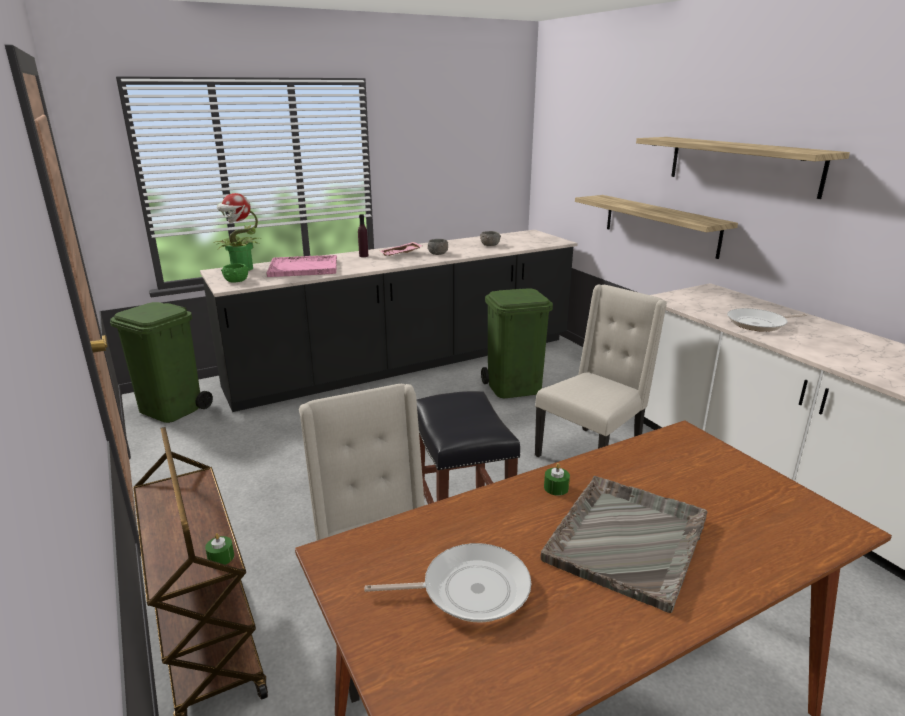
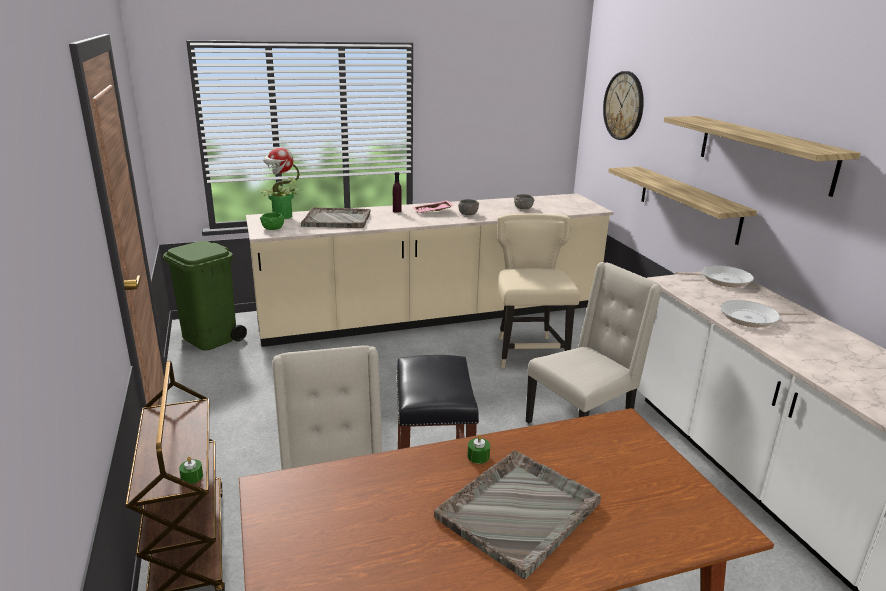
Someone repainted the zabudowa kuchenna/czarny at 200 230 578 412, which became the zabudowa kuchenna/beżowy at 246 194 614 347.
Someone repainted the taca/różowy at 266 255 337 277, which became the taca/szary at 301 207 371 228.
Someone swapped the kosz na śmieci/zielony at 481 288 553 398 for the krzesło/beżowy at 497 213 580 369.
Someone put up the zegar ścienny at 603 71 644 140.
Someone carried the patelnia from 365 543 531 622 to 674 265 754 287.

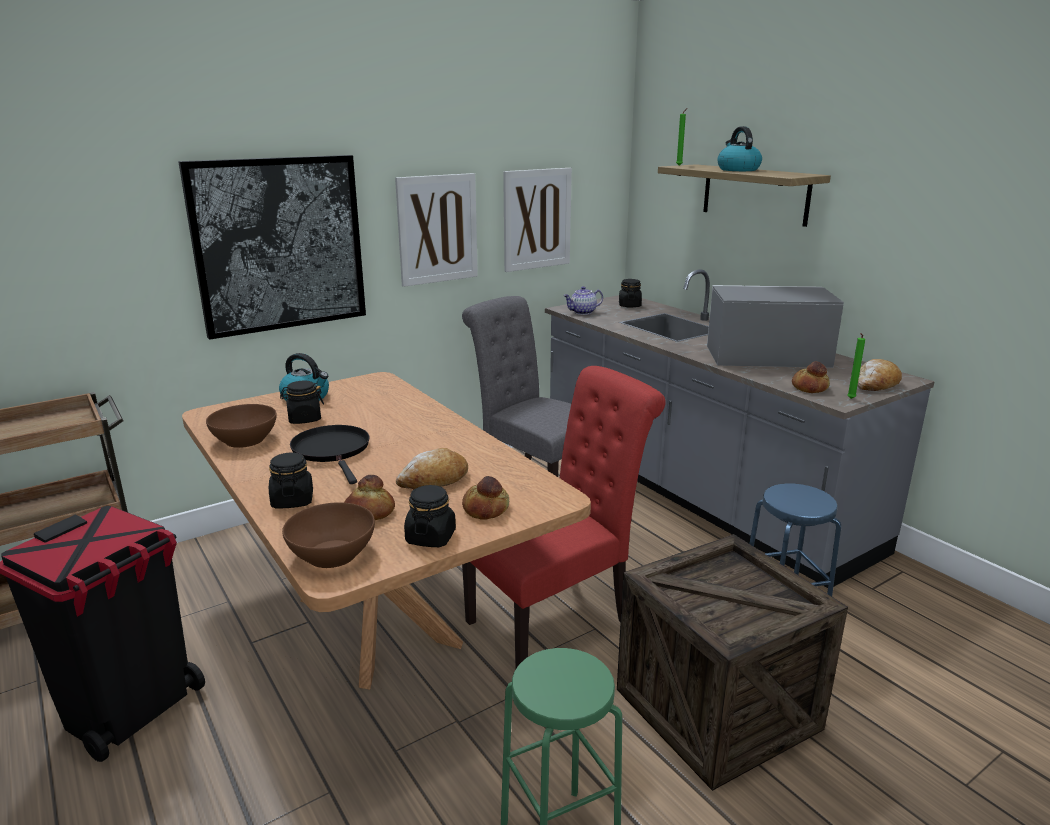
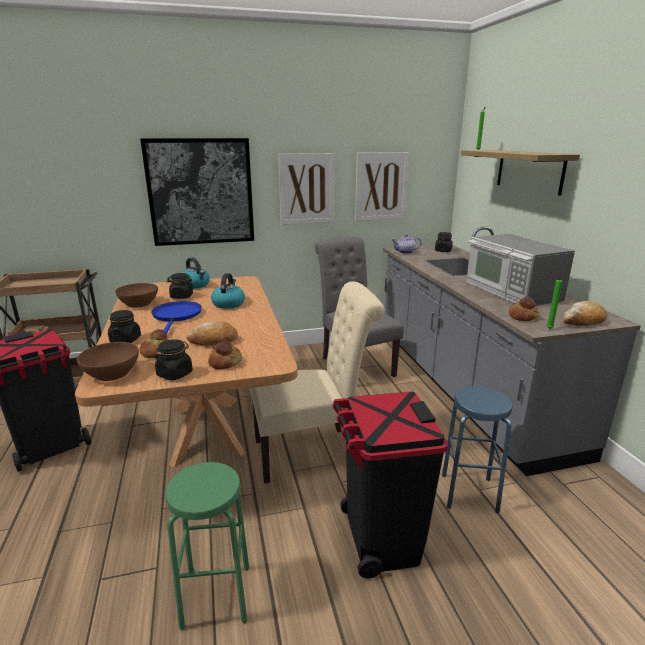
Someone repainted the patelnia/czarny at 290 425 369 484, which became the patelnia/niebieski at 151 301 202 333.
Someone carried the czajnik from 717 126 762 171 to 211 273 245 309.
Someone repainted the krzesło/czerwony at 462 366 666 668, which became the krzesło/beżowy at 250 281 384 484.
Someone swapped the skrzynka at 617 534 848 791 for the kosz na śmieci/czarny at 332 392 448 579.
Someone rotated the mikrofalówka at 707 285 844 368 by 135 degrees counterclockwise.

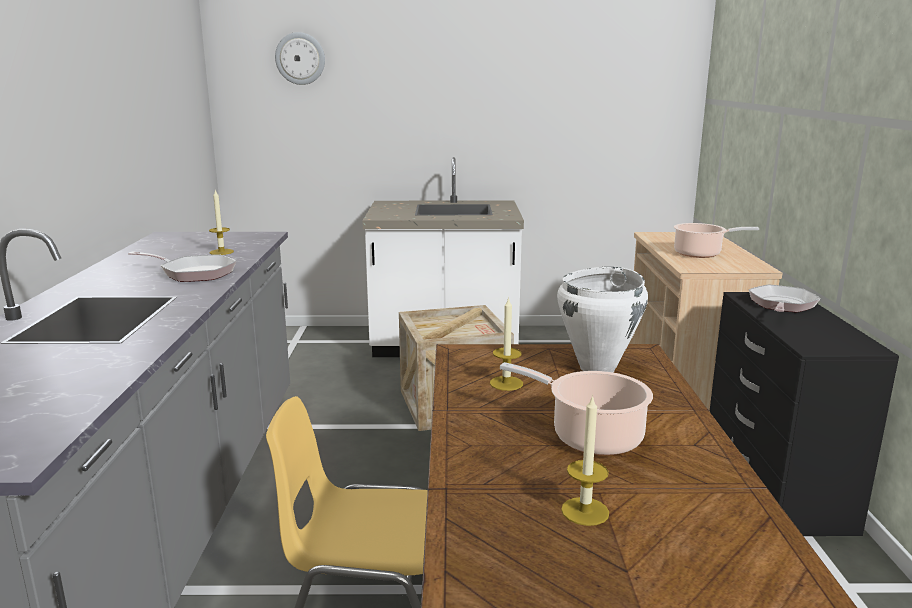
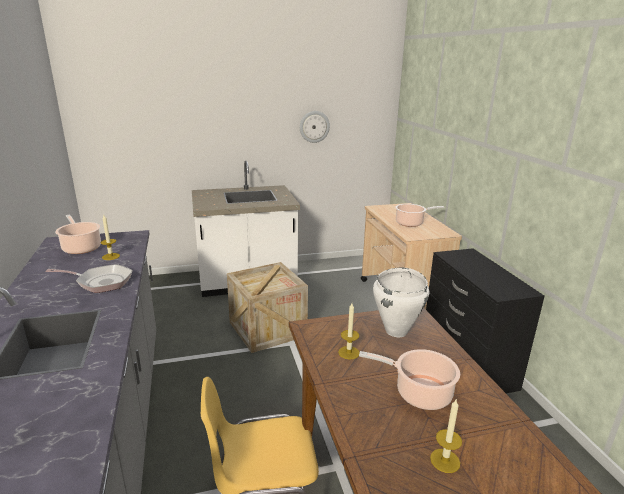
Someone put down the garnek at 55 214 101 254.
Someone carried the zegar ścienny from 275 32 325 85 to 300 111 330 143.
Someone took away the patelnia at 749 284 821 313.

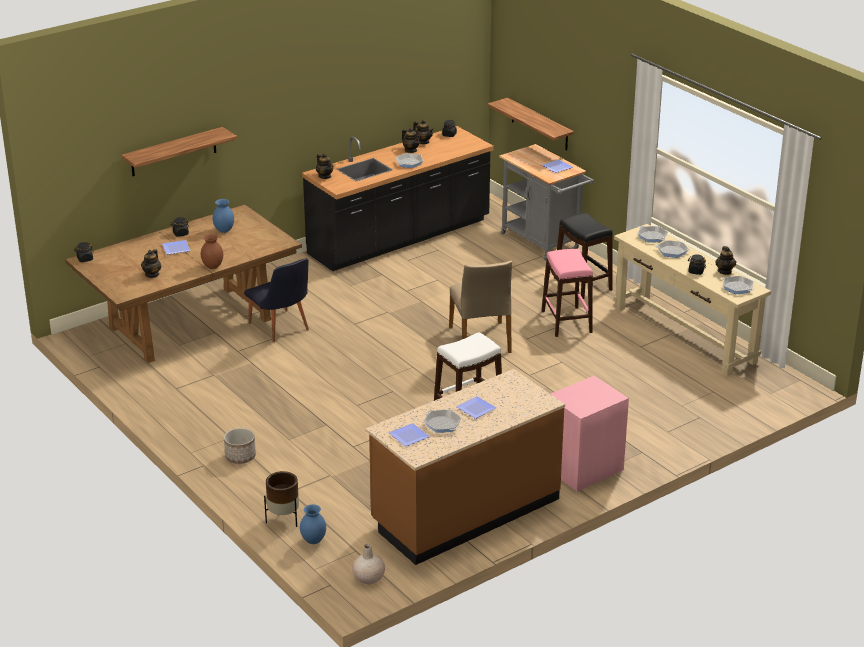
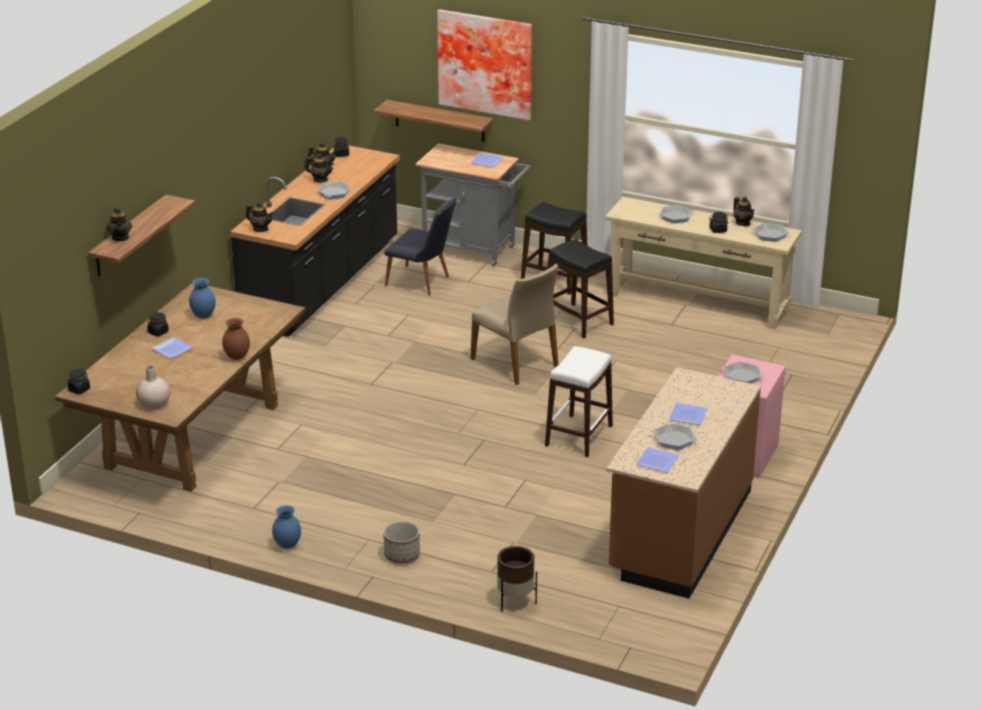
Someone carried the imbryk from 141 249 161 278 to 106 207 132 241.
Someone carried the wazon/beżowy from 352 544 385 584 to 136 366 171 409.
Someone carried the wazon/niebieski from 300 504 326 544 to 272 505 301 549.
Someone carried the krzesło/czarny from 244 259 309 342 to 384 198 457 296.
Someone put up the obraz at 437 9 532 120.
Someone repainted the stołek/różowy at 542 249 593 337, which became the stołek/czarny at 547 239 614 338.
Someone carried the patelnia from 637 226 668 243 to 722 362 764 383.

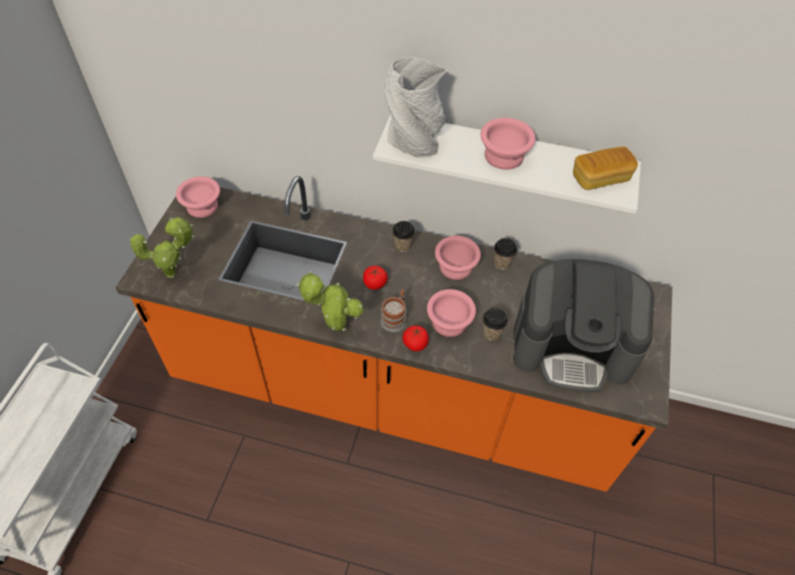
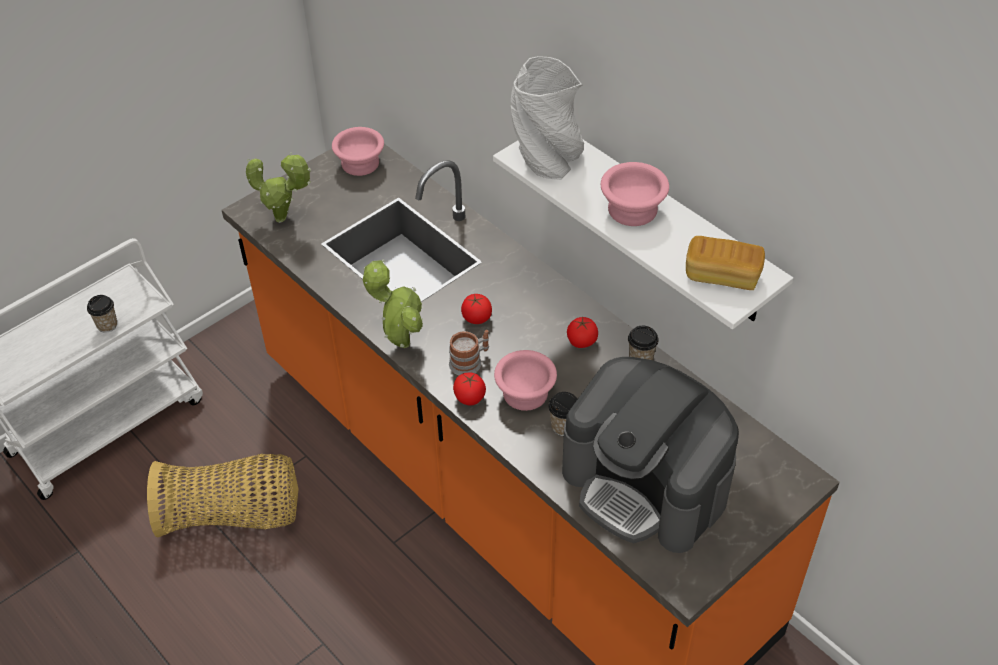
Someone carried the filiżanka from 392 221 415 253 to 87 295 117 333.
Someone put down the koszyk at 147 454 299 537.
Someone swapped the miska/różowy at 435 236 481 280 for the pomidor at 567 317 598 348.

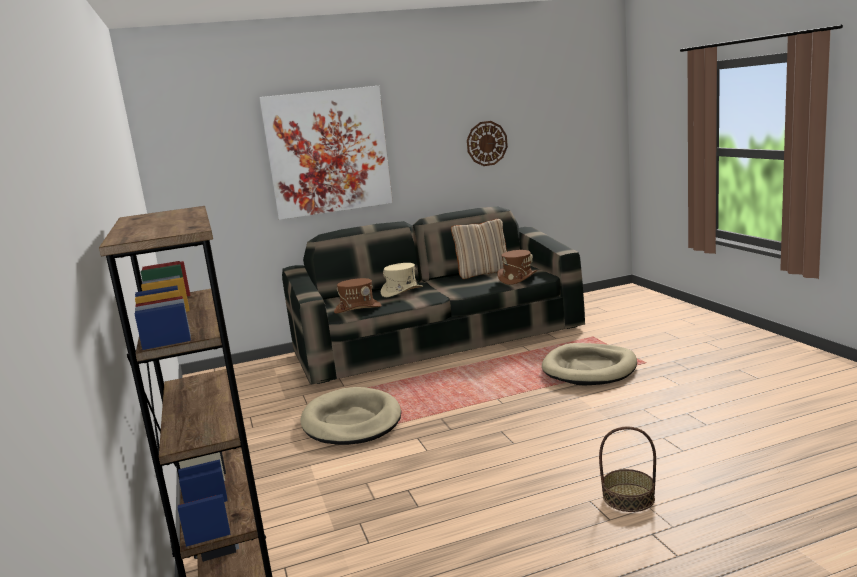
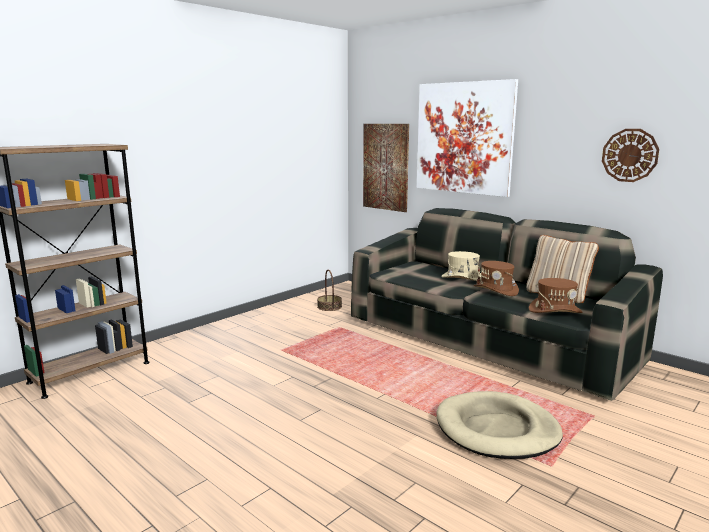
Someone carried the koszyk from 599 427 656 512 to 317 269 342 311.
Someone put up the obraz at 363 124 409 212.
Someone carried the kapelusz/brązowy from 334 278 382 314 to 474 261 519 296.
Someone took away the legowisko/beżowy at 300 387 401 445.

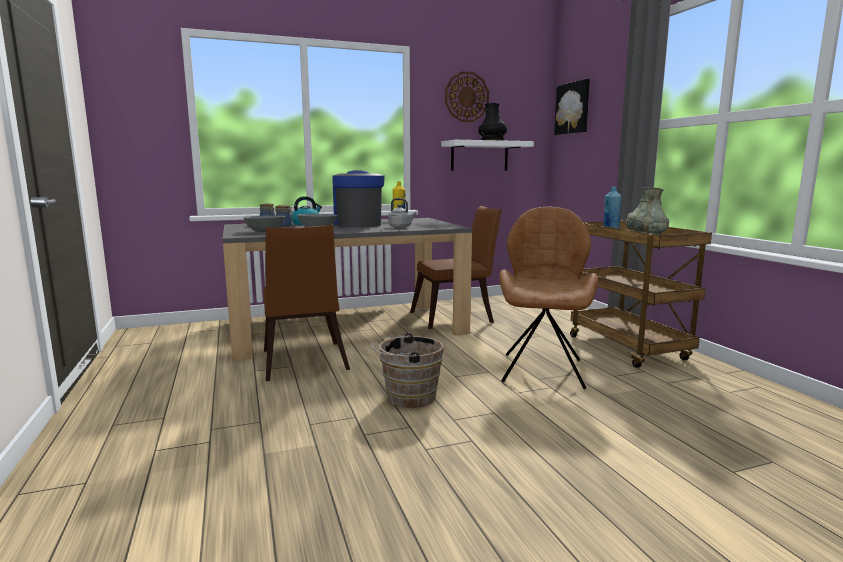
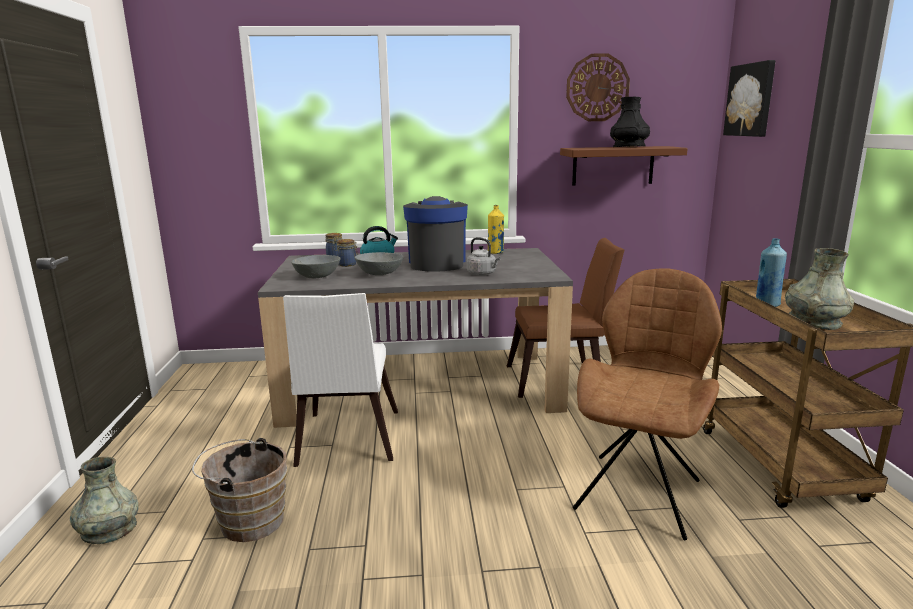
Someone put down the wazon/szary at 70 457 139 544.
Someone carried the wiadro/brązowy from 371 333 444 408 to 192 438 287 542.
Someone repainted the krzesło/brązowy at 263 225 350 381, which became the krzesło/biały at 283 293 398 467.
Someone repainted the półka/biały at 442 140 534 171, which became the półka/brązowy at 560 146 688 186.

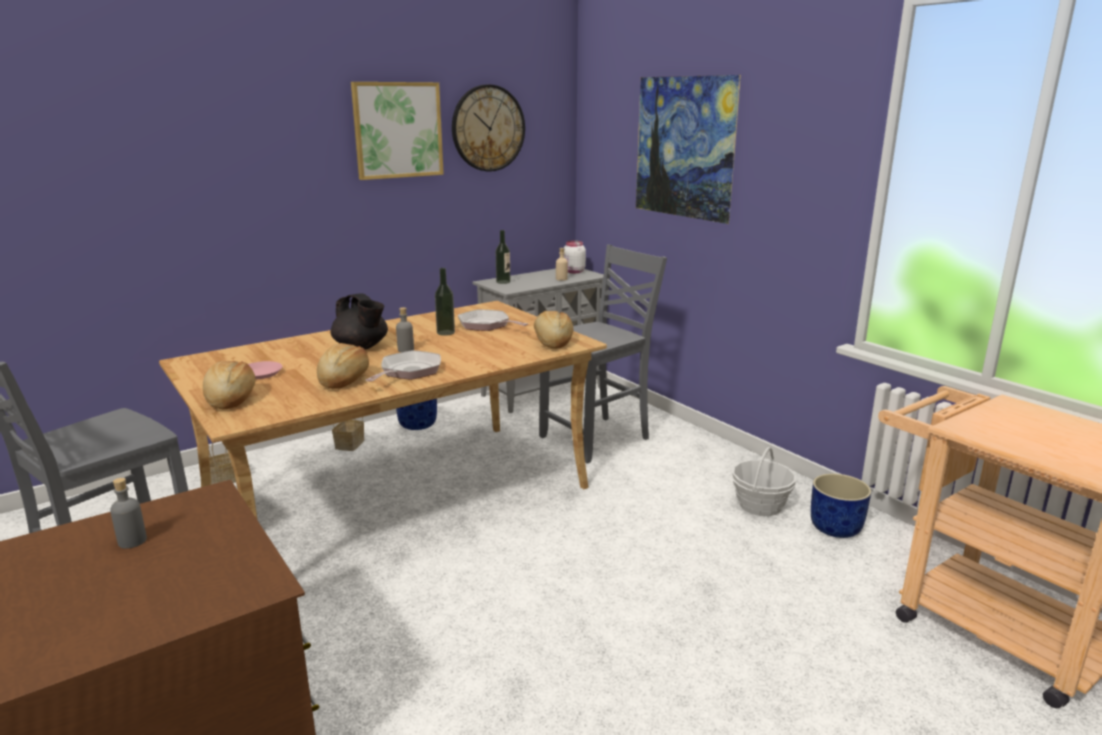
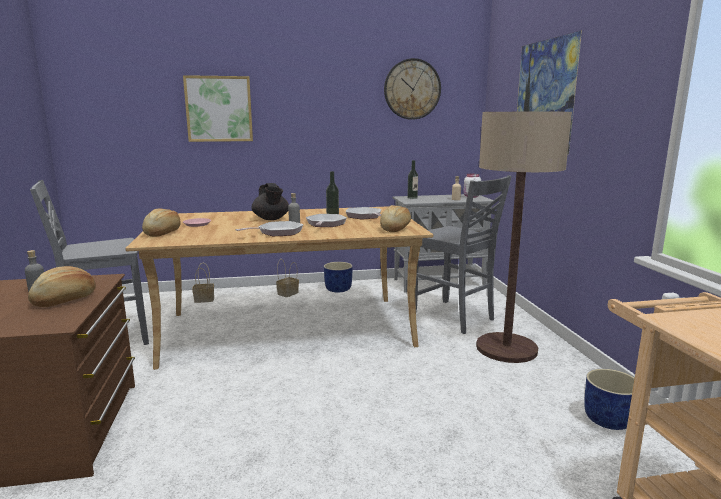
Someone carried the chleb from 317 343 369 389 to 28 266 96 307.
Someone carried the obraz from 351 82 444 180 to 183 75 253 142.
Someone put down the patelnia at 306 214 347 227.
Someone rotated the krzesło/szary at 539 245 667 463 by 60 degrees clockwise.
Someone put down the lampa stojąca at 476 112 572 363.
Someone took away the koszyk at 731 447 796 516.

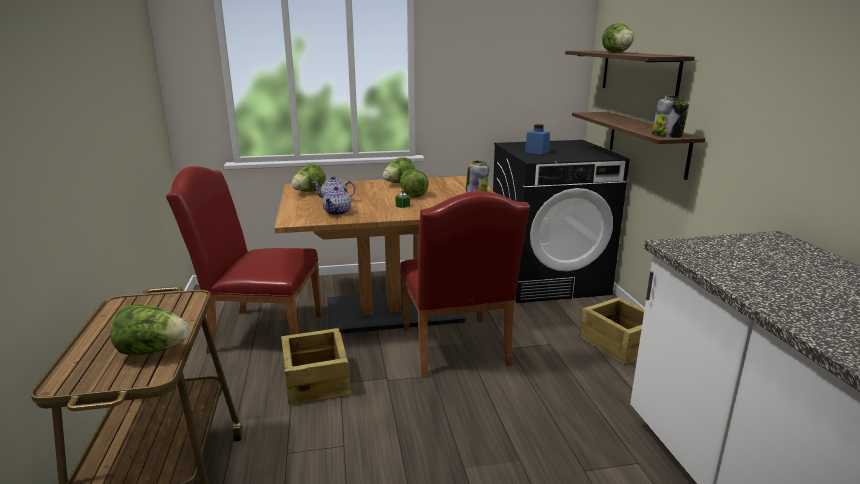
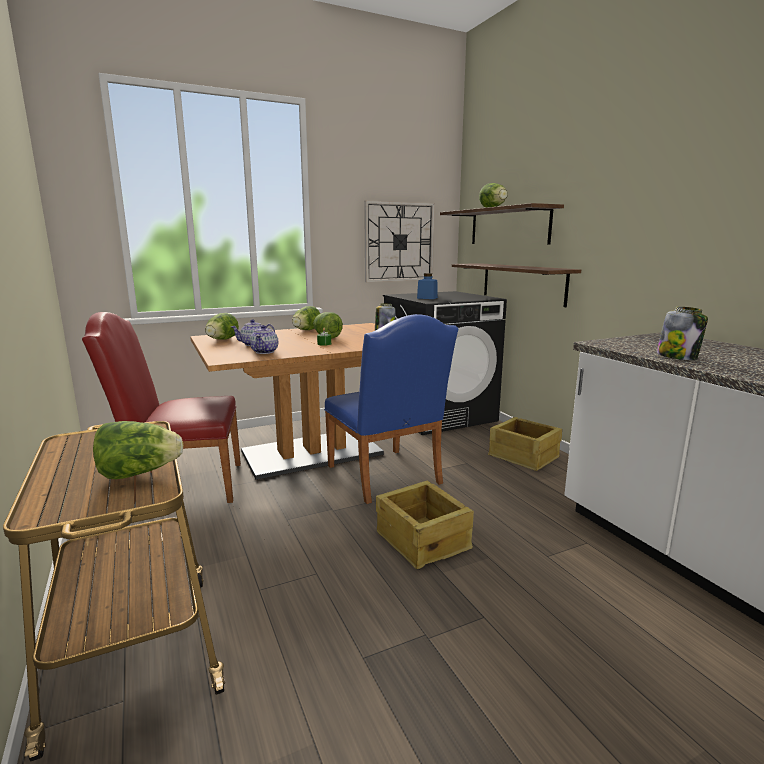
Someone repainted the krzesło/czerwony at 400 191 530 378, which became the krzesło/niebieski at 324 314 458 504.
Someone put up the zegar ścienny at 364 201 435 282.
Someone carried the skrzynka from 281 328 351 405 to 376 481 474 569.
Someone carried the słoik from 652 96 689 138 to 657 306 708 360.

